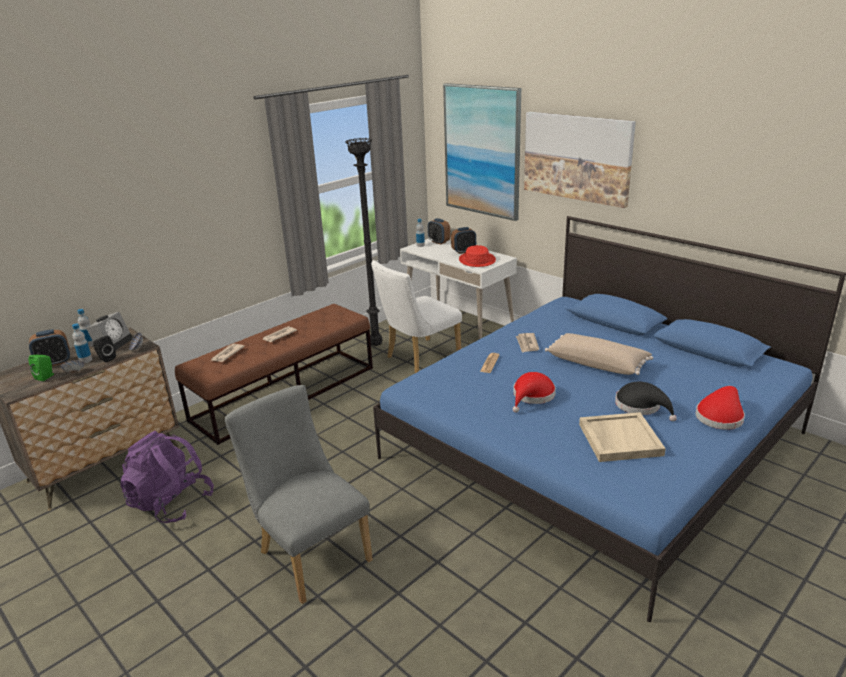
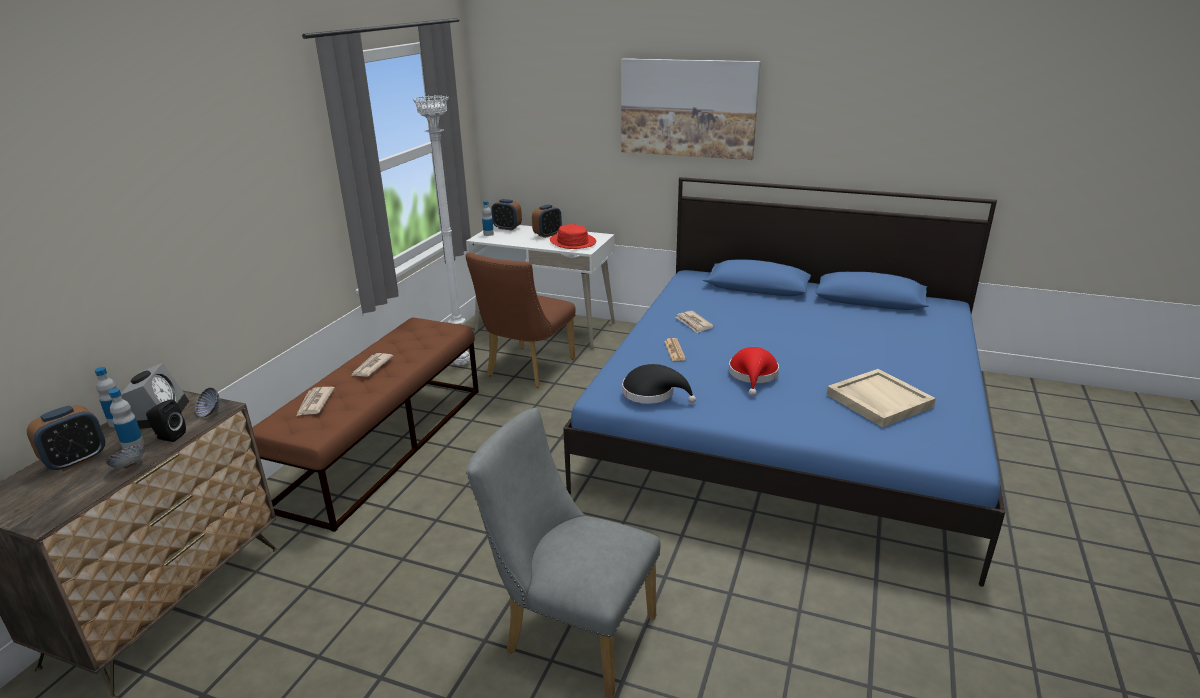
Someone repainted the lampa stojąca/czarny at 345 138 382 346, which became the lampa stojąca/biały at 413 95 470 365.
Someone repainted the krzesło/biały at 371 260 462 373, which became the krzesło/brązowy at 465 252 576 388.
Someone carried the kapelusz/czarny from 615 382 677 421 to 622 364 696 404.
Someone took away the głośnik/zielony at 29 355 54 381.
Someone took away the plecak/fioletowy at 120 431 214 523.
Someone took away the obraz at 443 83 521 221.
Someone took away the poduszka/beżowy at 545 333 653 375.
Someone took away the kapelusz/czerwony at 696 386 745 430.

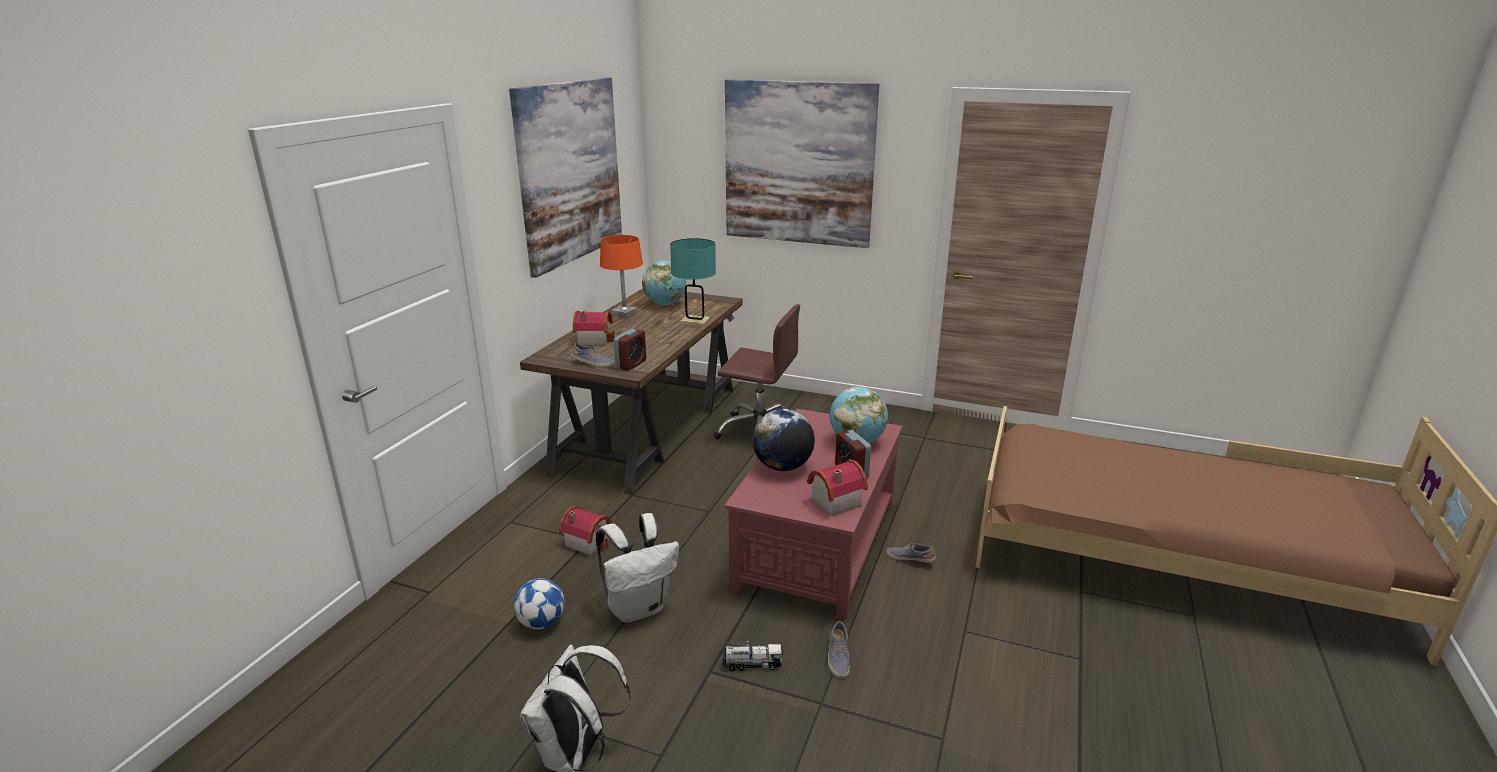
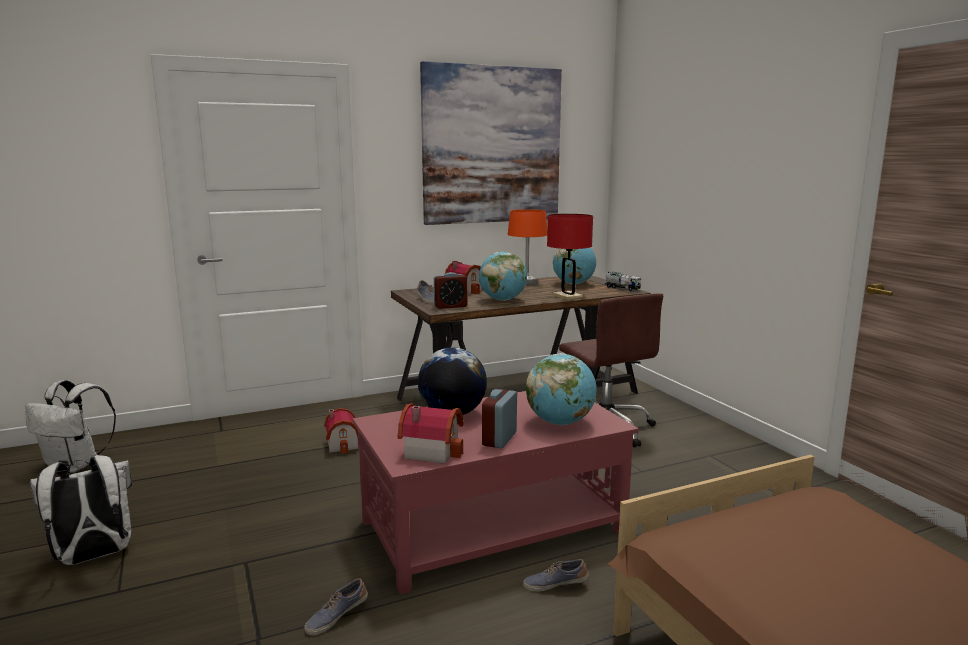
Someone carried the plecak/biały from 596 513 679 623 to 25 380 116 473.
Someone put down the globus at 479 252 527 301.
Someone rotated the but at 886 543 936 563 by 75 degrees counterclockwise.
Someone repainted the lampa stołowa/turkusowy at 670 238 716 326, which became the lampa stołowa/czerwony at 547 214 593 300.
Someone carried the ciężarówka zabawkowa from 723 642 783 671 to 604 272 641 291.
Someone took away the piłka futbolowa at 514 578 565 629.
Someone took away the obraz at 725 79 879 248.

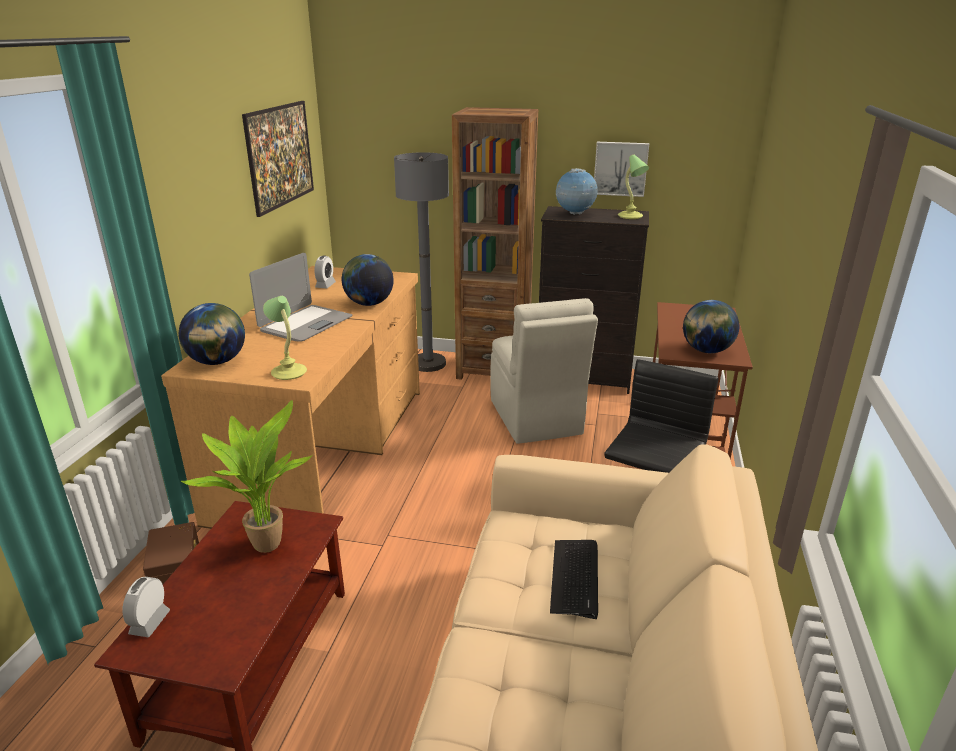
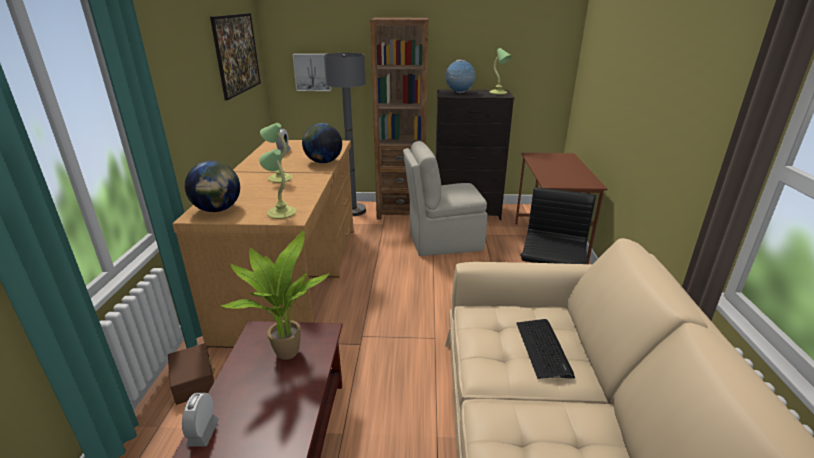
Someone swapped the laptop at 249 253 353 342 for the lampa stołowa at 260 123 293 183.
Someone carried the obraz from 594 142 649 197 to 292 54 332 91.
Someone rotated the krzesło/beżowy at 490 298 598 444 by 105 degrees clockwise.
Someone took away the globus at 683 300 739 353.

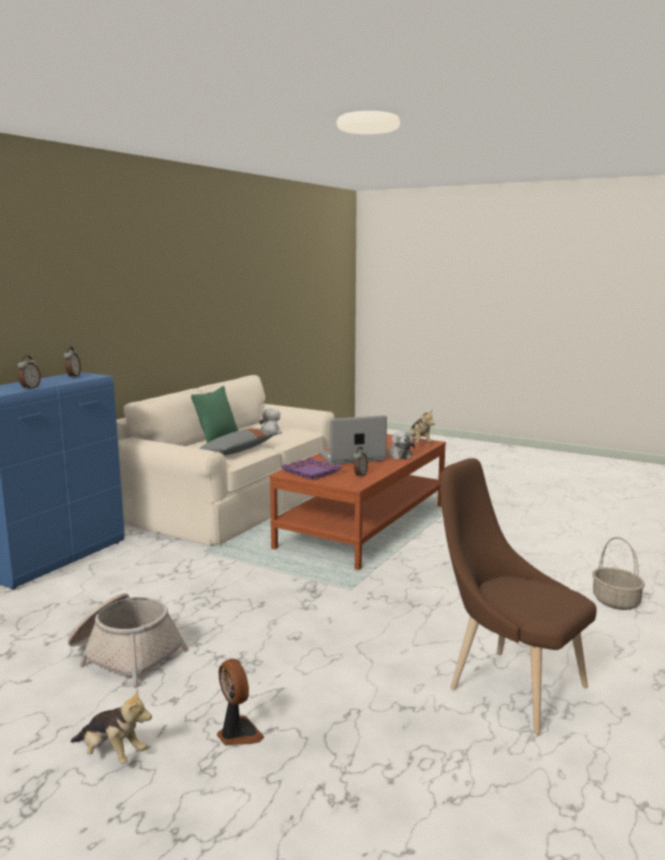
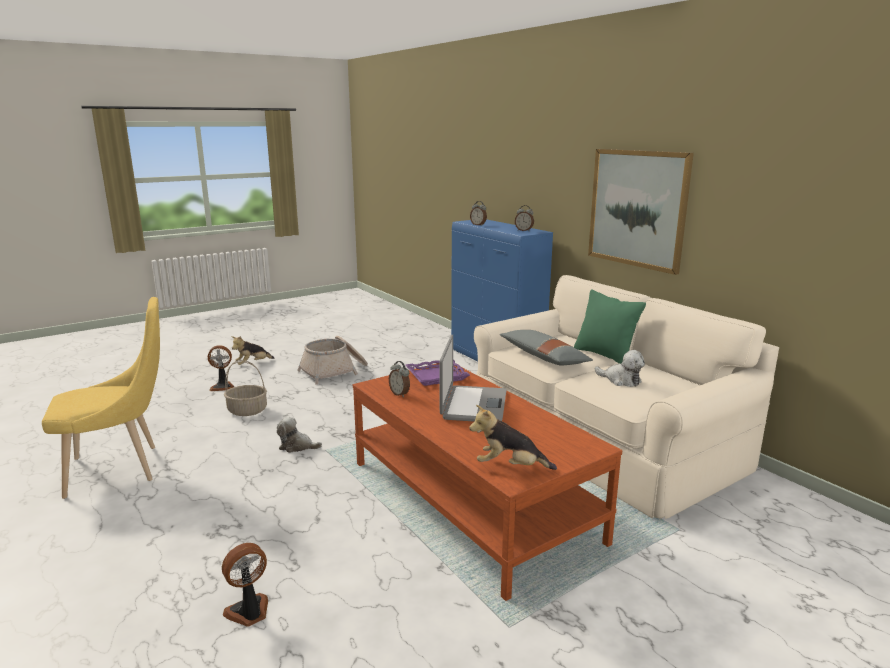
Someone repainted the krzesło/brązowy at 440 458 597 735, which became the krzesło/żółty at 42 297 160 499.
Someone put down the wentylator at 222 543 268 626.
Someone carried the koszyk from 593 537 645 610 to 224 360 267 416.
Someone carried the pluszak from 388 431 415 459 to 277 417 322 453.
Someone put up the obraz at 588 149 694 275.

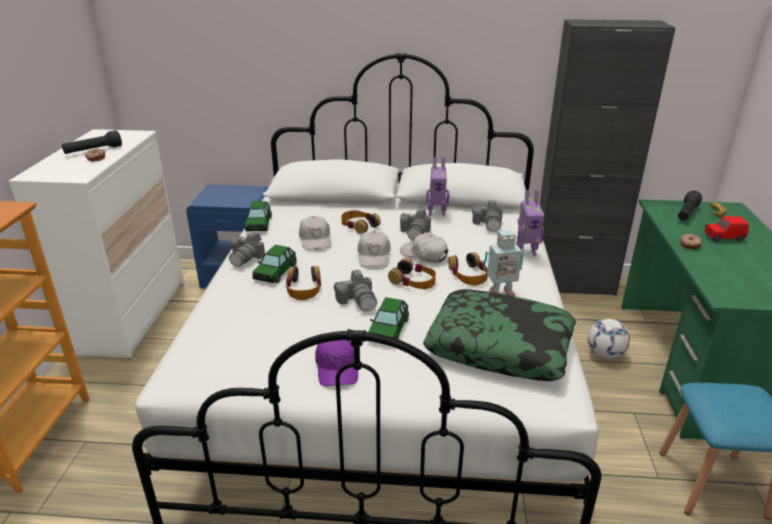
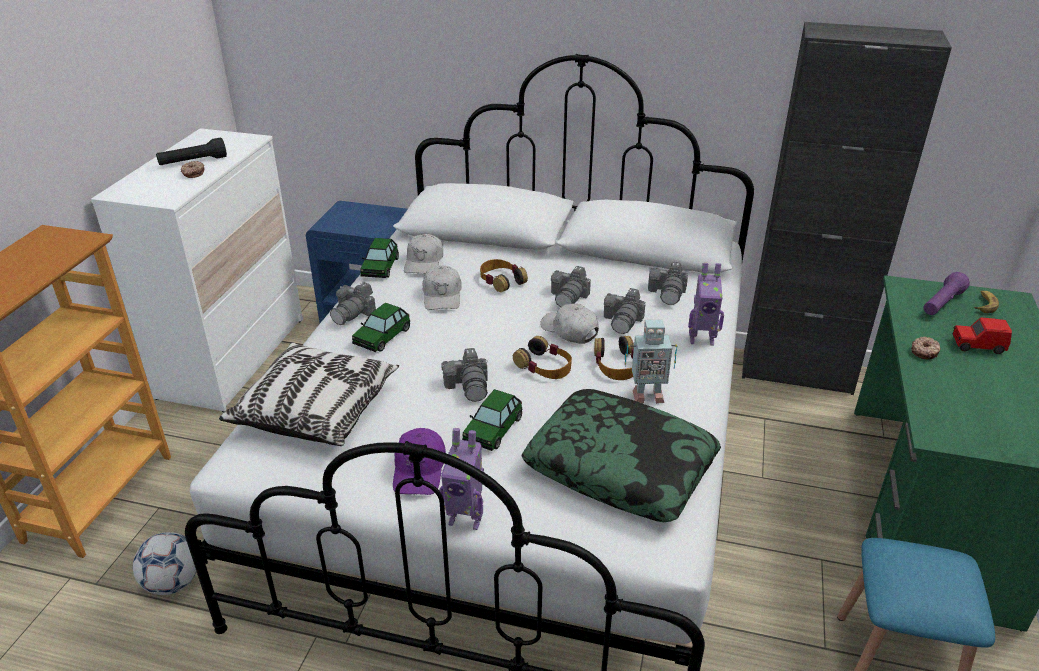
Someone carried the piłka futbolowa from 587 318 630 359 to 133 532 197 595.
Someone put down the poduszka at 219 343 399 446.
Someone carried the czapka z daszkiem/biały from 358 231 390 267 to 404 234 443 274.
Someone carried the robot zabawkowy from 426 157 450 216 to 439 428 484 530.
Someone put down the aparat fotograficzny at 604 288 646 334.
Someone repainted the latarka/czarny at 678 191 702 221, which became the latarka/fioletowy at 923 272 970 315.
Someone took away the słuchawki at 286 266 321 300.

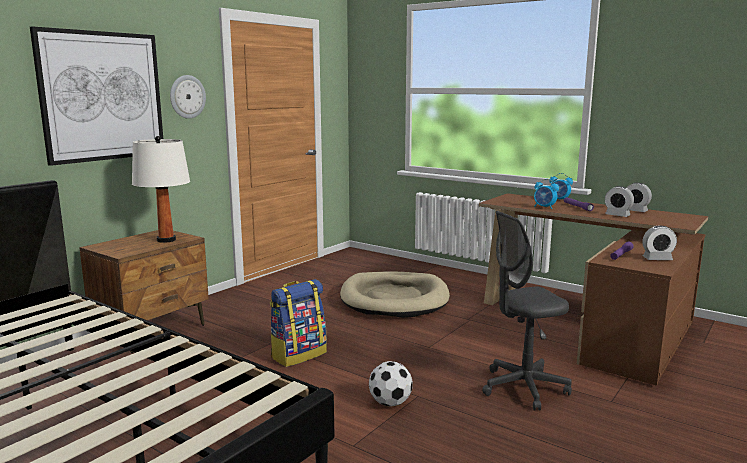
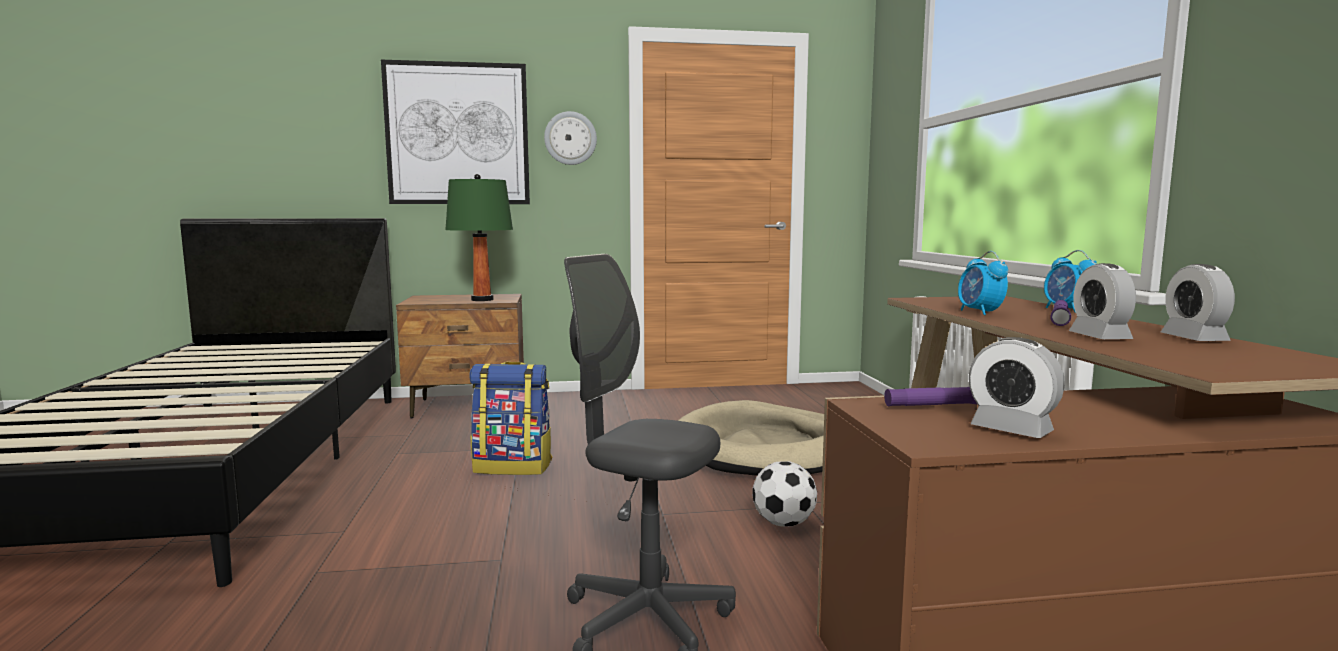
Someone repainted the lampa stołowa/biały at 132 136 190 243, which became the lampa stołowa/zielony at 446 174 513 301.
Someone carried the piłka futbolowa from 369 361 413 407 to 752 461 817 527.

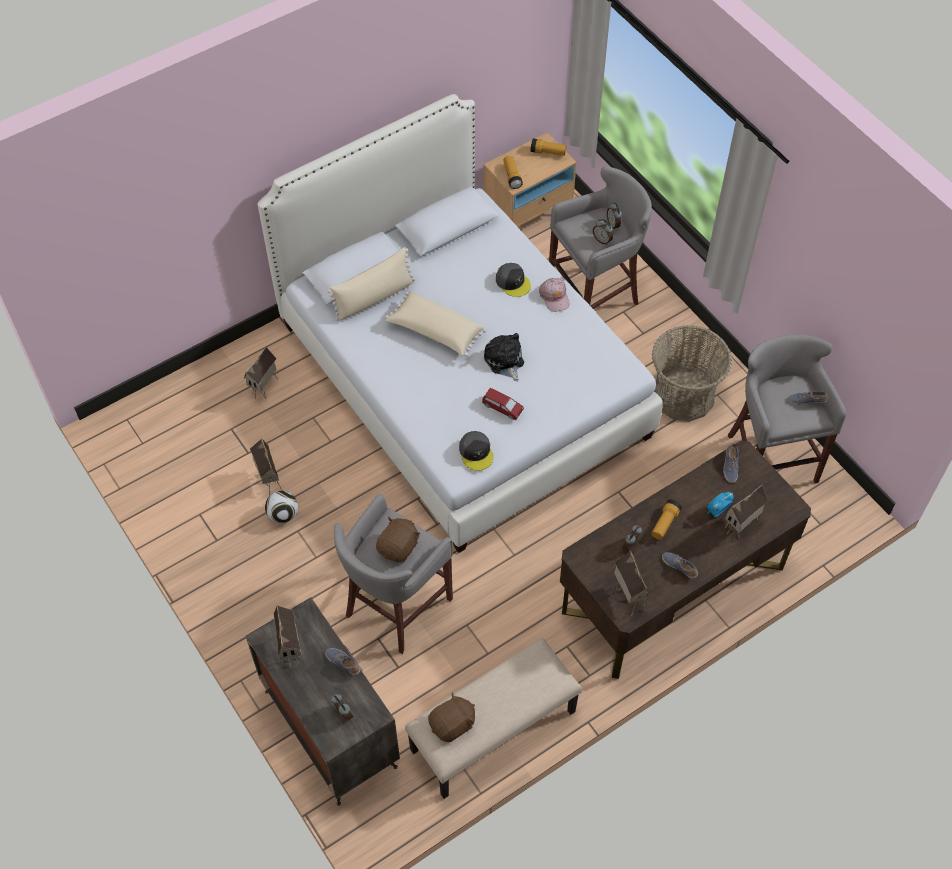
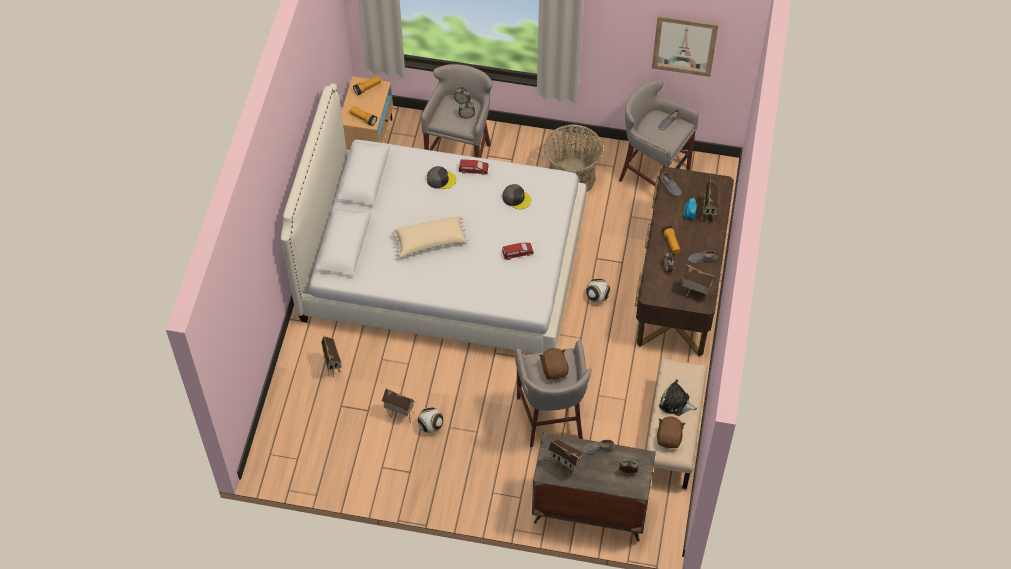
Someone swapped the czapka z daszkiem/różowy at 539 278 570 312 for the samochodzik/czerwony at 459 159 488 175.
Someone carried the czapka z daszkiem/szary from 459 431 493 471 to 502 184 531 209.
Someone put down the piłka futbolowa at 586 278 610 303.
Someone put up the obraz at 652 16 719 77.
Someone carried the pluszak from 484 333 524 381 to 659 380 698 416.
Someone took away the poduszka/beżowy at 327 247 415 321.

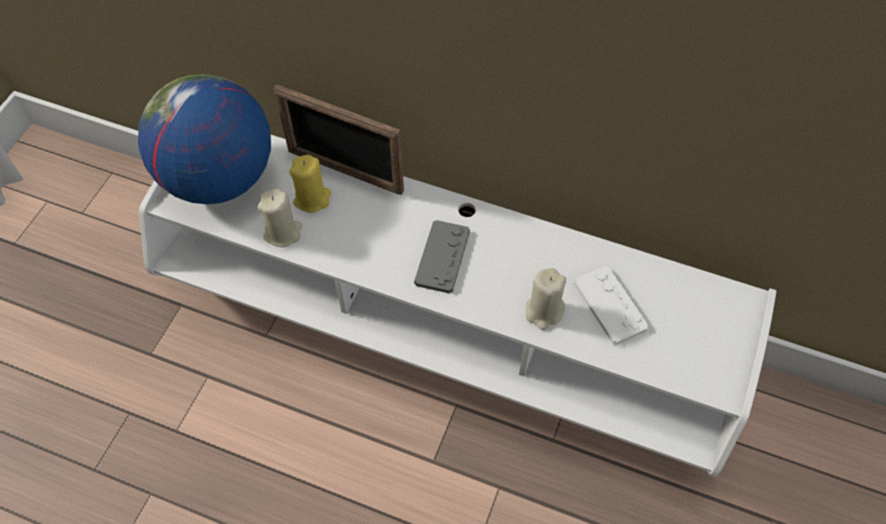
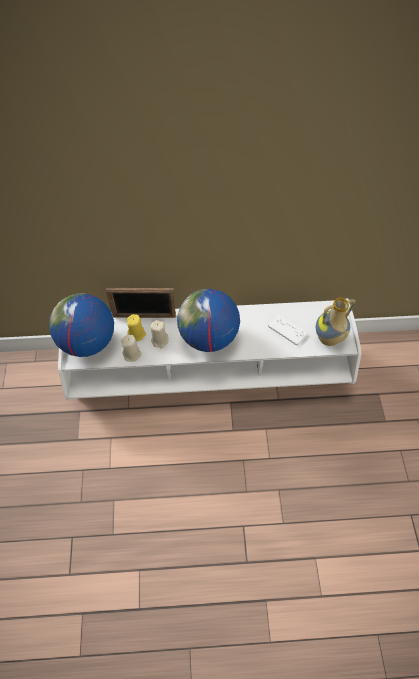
Someone carried the świeca/beżowy from 526 268 566 330 to 150 320 169 349.
Someone swapped the pad do gier/szary at 414 220 470 294 for the globus at 177 289 240 352.
Someone put down the wazon at 316 298 356 346.

